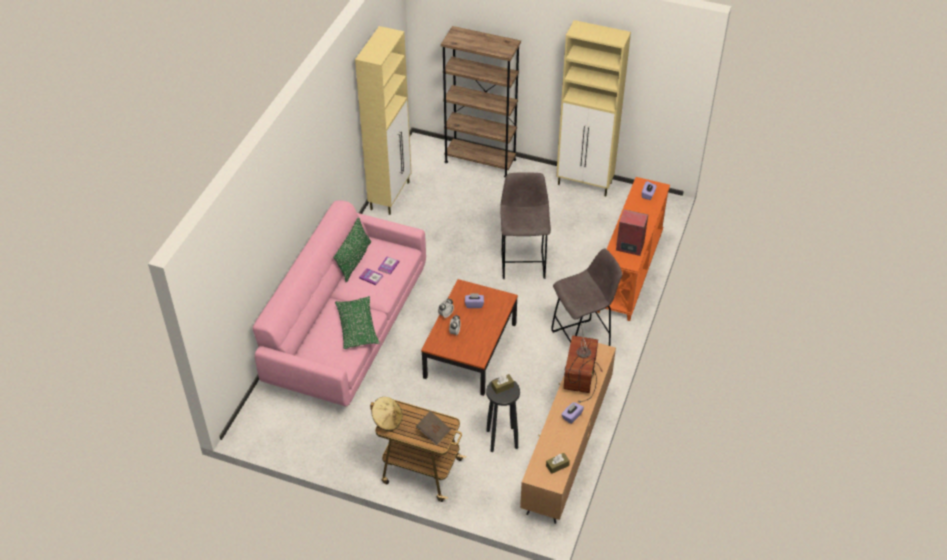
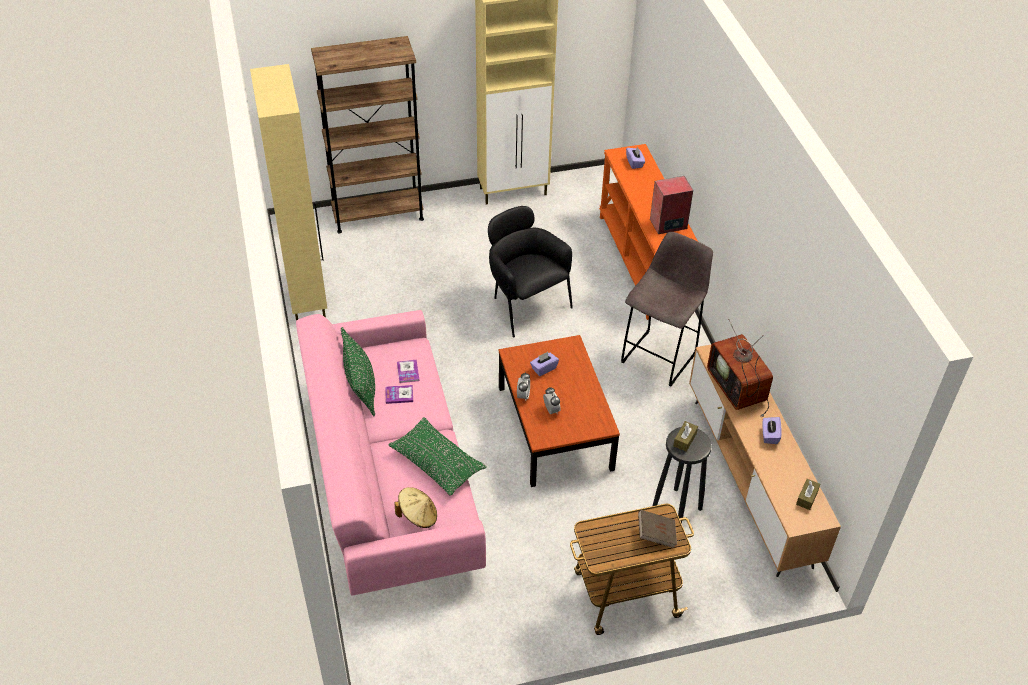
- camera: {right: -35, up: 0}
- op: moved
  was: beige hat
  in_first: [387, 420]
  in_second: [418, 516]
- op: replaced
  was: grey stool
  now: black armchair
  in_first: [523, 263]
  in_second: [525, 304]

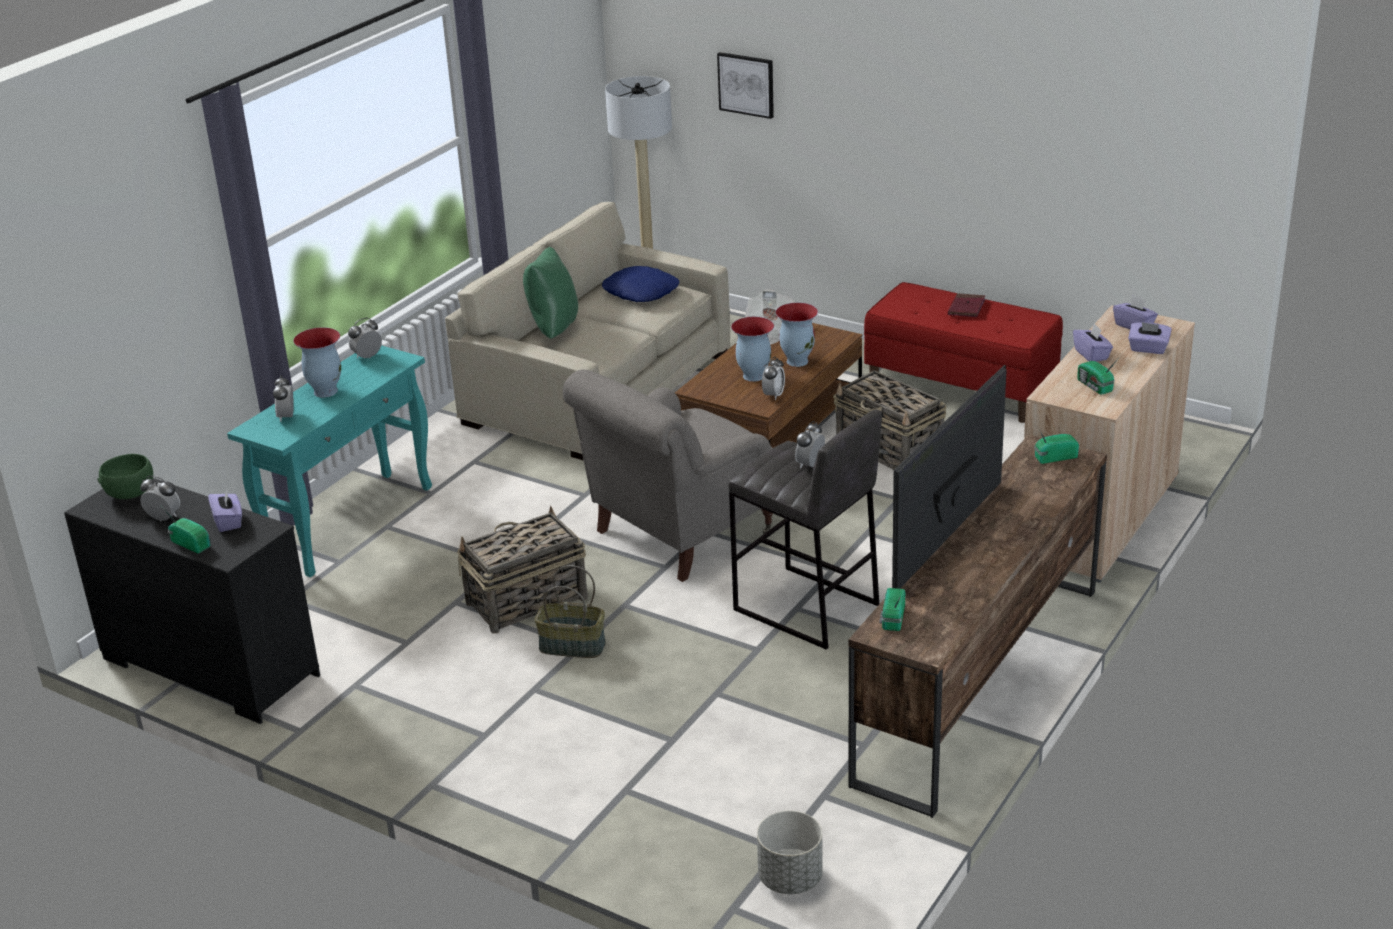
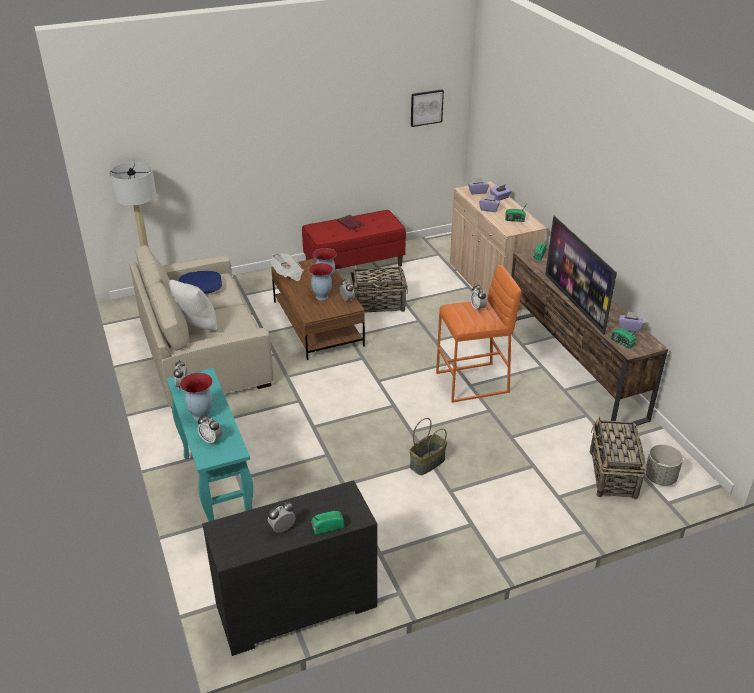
- camera: {right: -55, up: 5}
- op: removed
  was: green bowl
  in_first: [131, 493]
- op: moved
  was: purple tissue box
  in_first: [228, 521]
  in_second: [629, 328]
- op: moved
  was: basket
  in_first: [525, 601]
  in_second: [613, 475]
- op: recoloured
  was: green pillow
  now: white pillow
  in_first: [552, 329]
  in_second: [196, 327]
- op: removed
  was: grey armchair
  in_first: [681, 533]
- op: moved
  was: picture
  in_first: [746, 84]
  in_second: [426, 107]
- op: recoloured
  was: grey stool
  now: orange stool
  in_first: [806, 608]
  in_second: [473, 382]

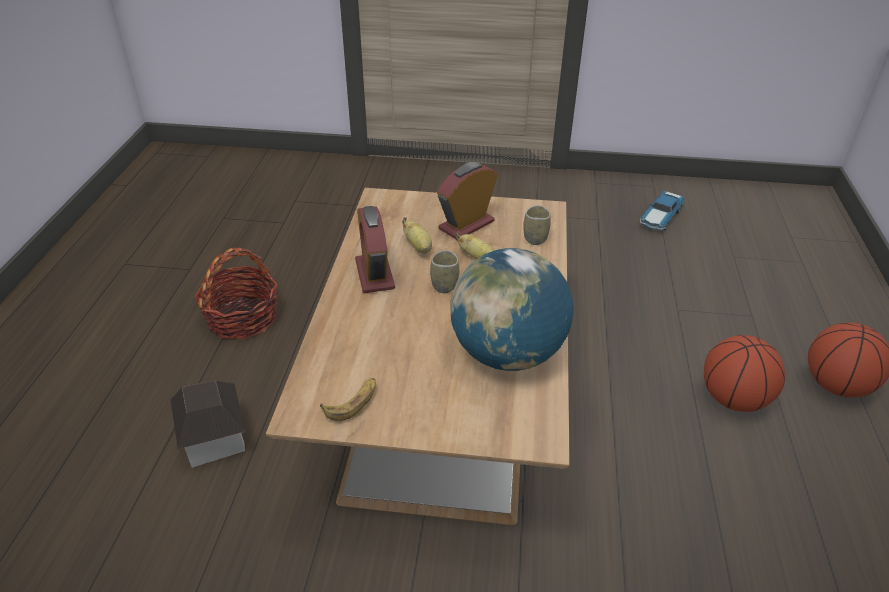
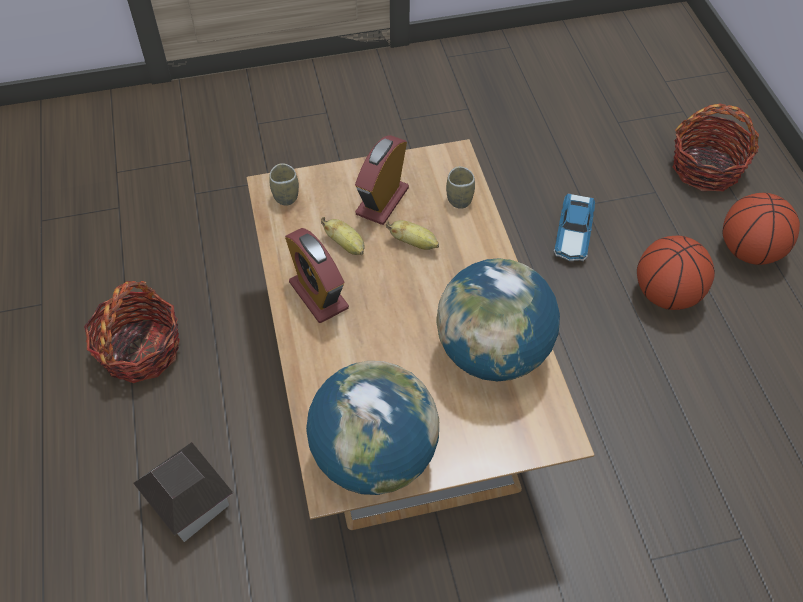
- camera: {right: -20, up: 15}
- op: replaced
  was: banana
  now: globe
  in_first: [352, 402]
  in_second: [374, 456]
- op: moved
  was: cup
  in_first: [444, 285]
  in_second: [286, 196]
- op: moved
  was: toy car
  in_first: [660, 217]
  in_second: [573, 234]
- op: added
  now: basket
  in_second: [706, 168]

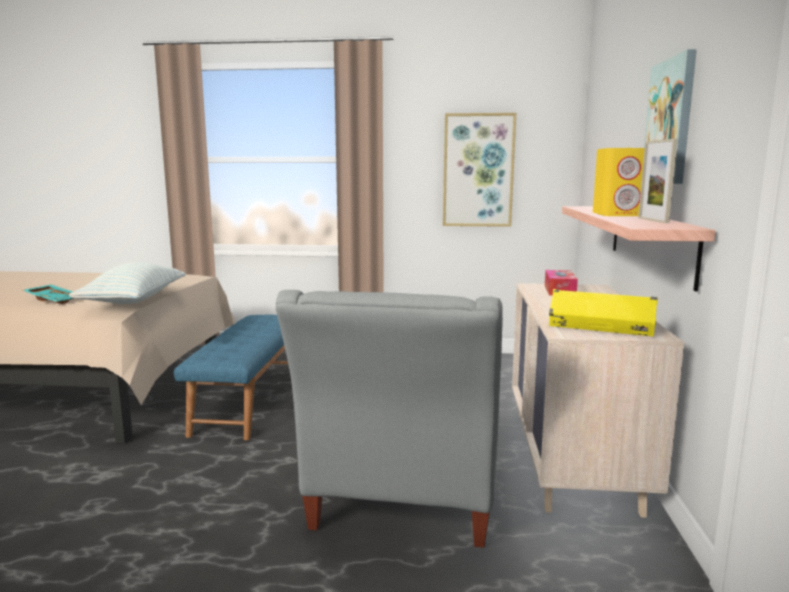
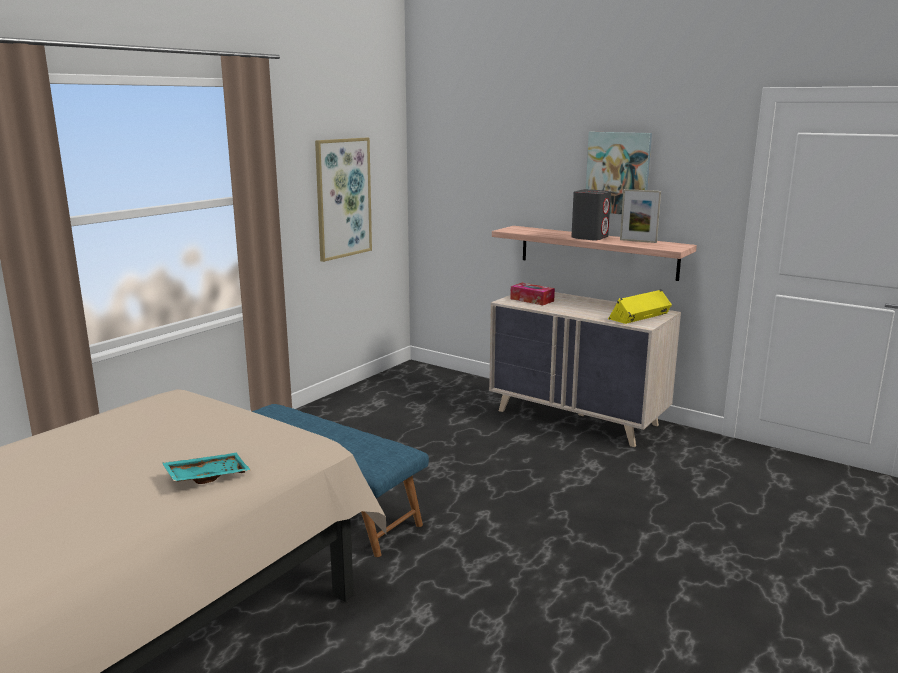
- camera: {right: -60, up: 5}
- op: removed
  was: pillow
  in_first: [134, 300]
- op: removed
  was: grey armchair
  in_first: [402, 505]
- op: recoloured
  was: yellow speaker
  now: grey speaker
  in_first: [618, 214]
  in_second: [590, 237]

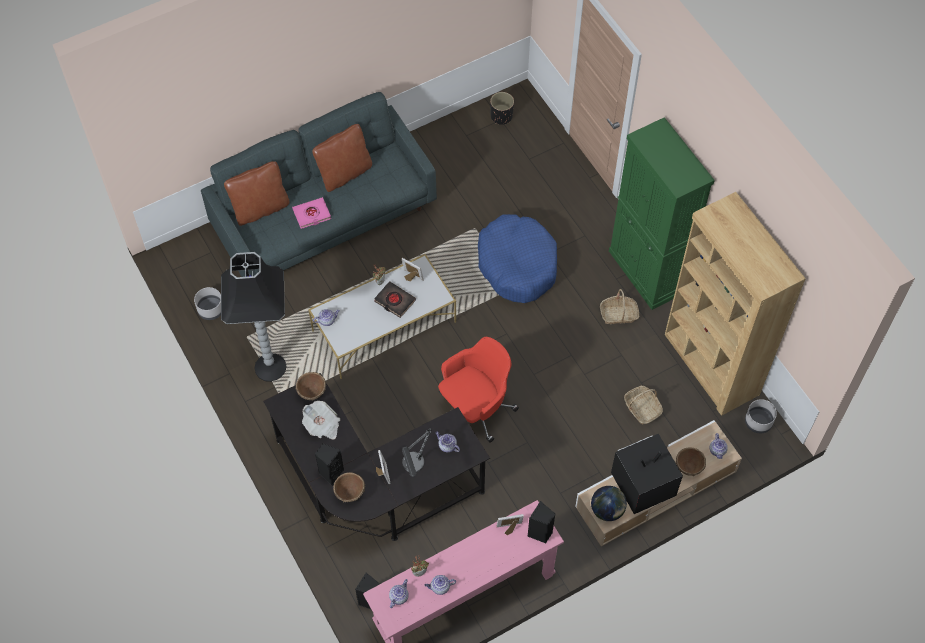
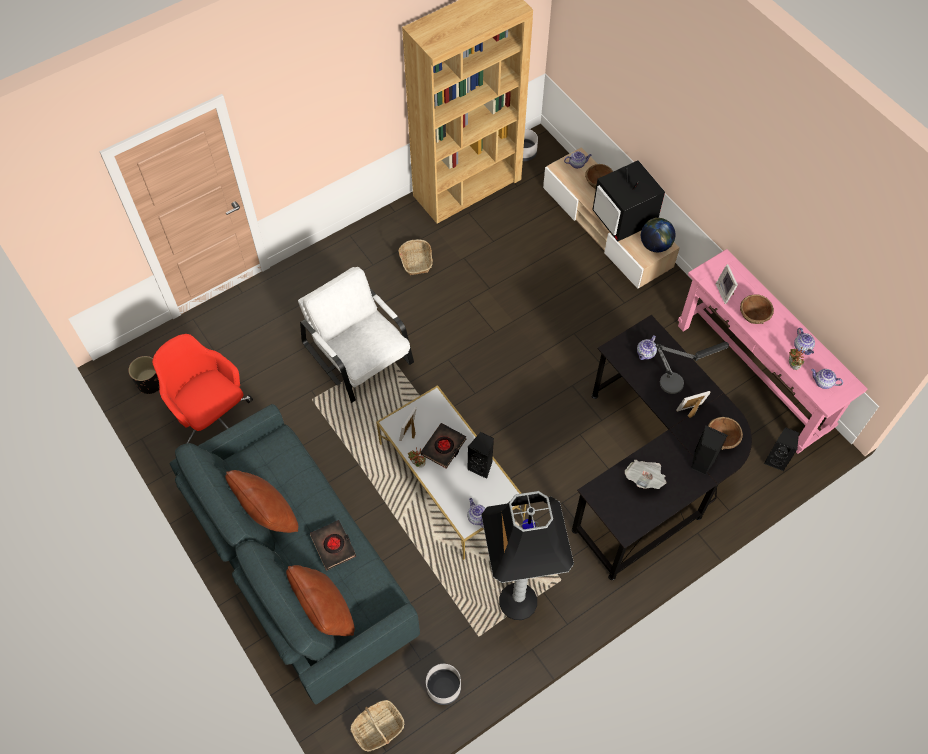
- camera: {right: -95, up: 0}
- op: recoloured
  was: pink book
  now: black book
  in_first: [312, 214]
  in_second: [333, 546]
- op: moved
  was: brown bowl
  in_first: [312, 392]
  in_second: [753, 317]
- op: moved
  was: red office chair
  in_first: [475, 409]
  in_second: [212, 416]
- op: replaced
  was: blue dog bed
  now: white armchair
  in_first: [517, 264]
  in_second: [359, 354]
- op: moved
  was: black speaker
  in_first: [540, 533]
  in_second: [481, 466]
- op: removed
  was: green cabinet
  in_first: [646, 272]
- op: moved
  was: basket
  in_first: [642, 408]
  in_second: [378, 728]

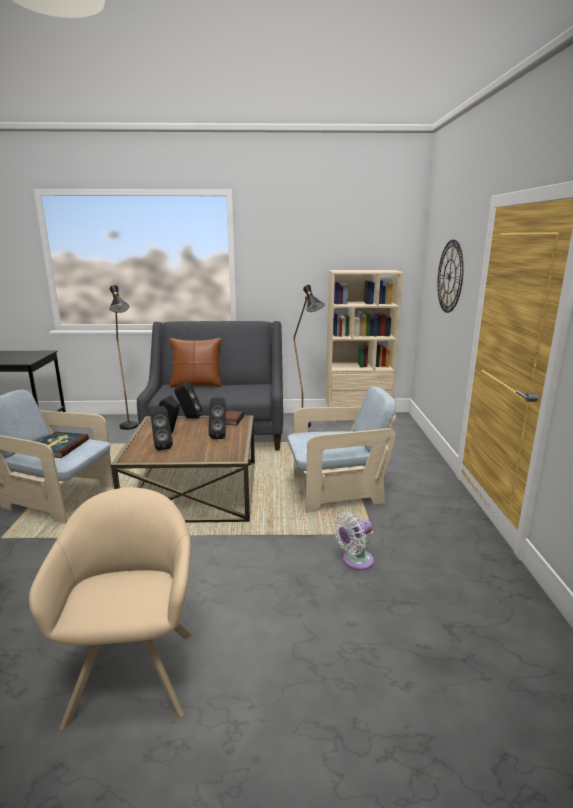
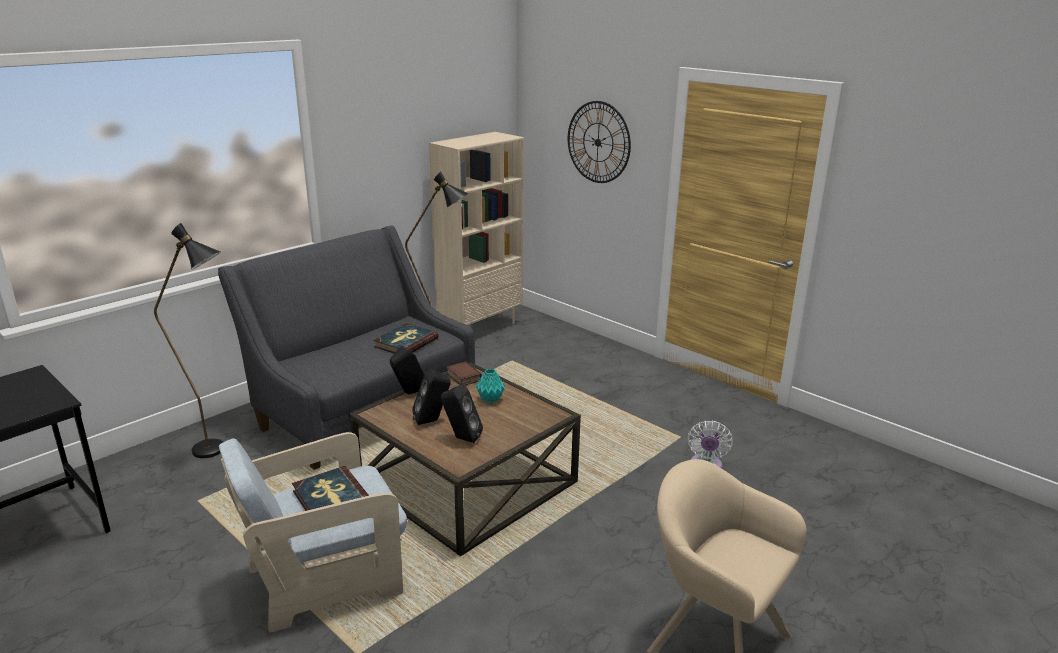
- camera: {right: -45, up: 5}
- op: removed
  was: brown pillow
  in_first: [196, 385]
- op: replaced
  was: black speaker
  now: turquoise vase
  in_first: [219, 436]
  in_second: [491, 399]
- op: removed
  was: beige armchair
  in_first: [336, 491]
- op: added
  now: book
  in_second: [406, 342]

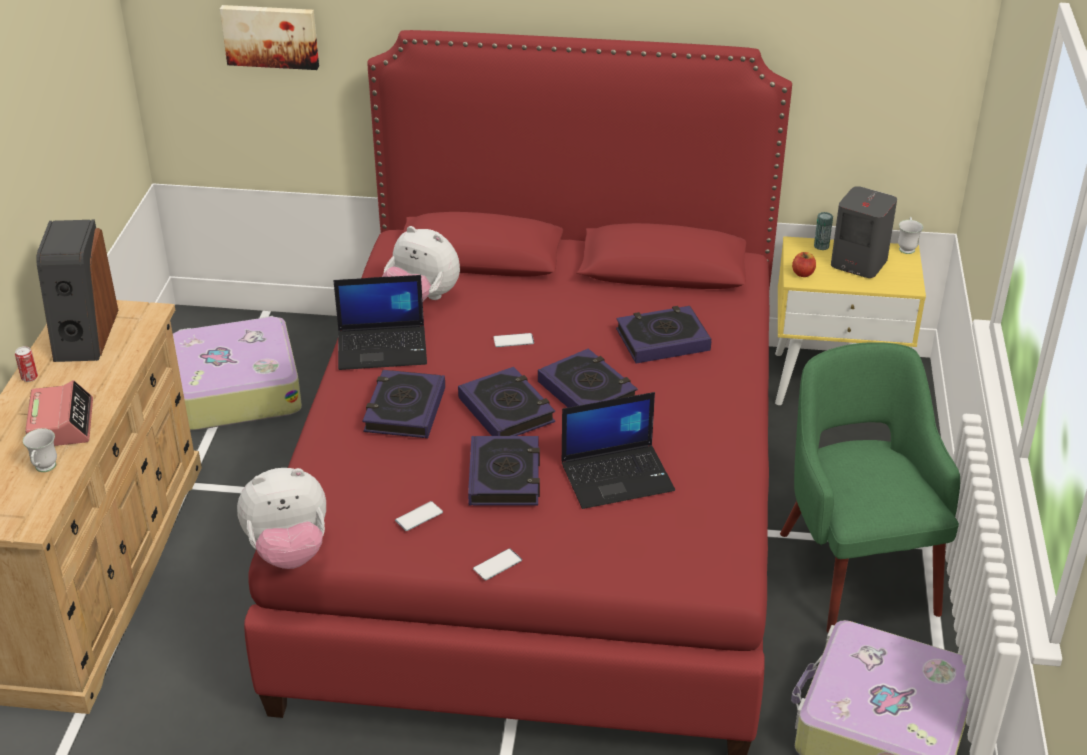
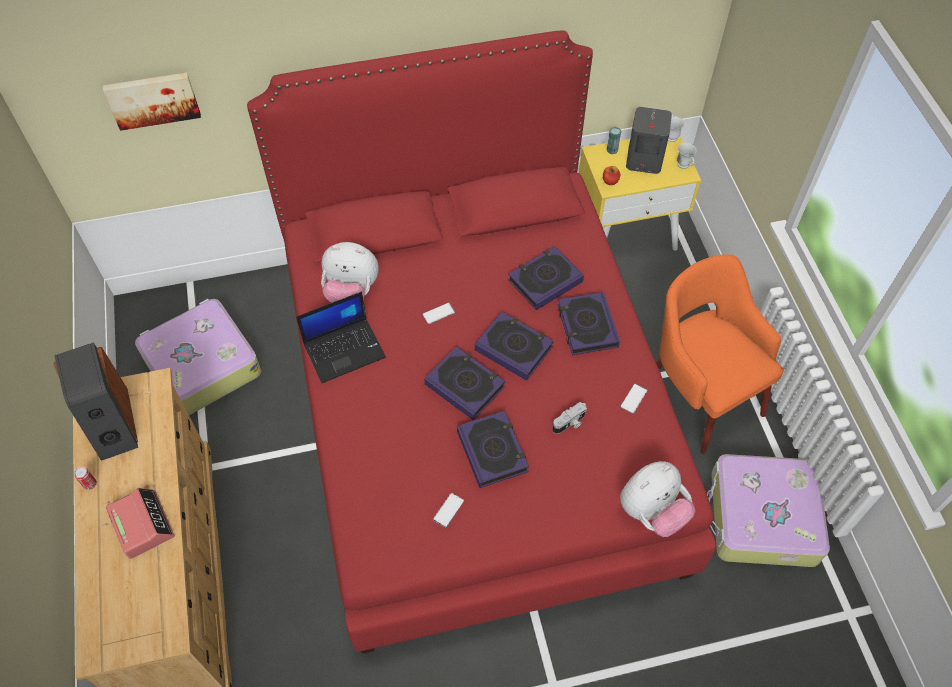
- camera: {right: -20, up: 20}
- op: moved
  was: white mug
  in_first: [44, 469]
  in_second: [684, 166]
- op: moved
  was: plush toy
  in_first: [288, 551]
  in_second: [652, 511]
- op: moved
  was: book
  in_first: [404, 410]
  in_second: [587, 326]
- op: moved
  was: phone
  in_first: [497, 565]
  in_second: [633, 398]
- op: replaced
  was: laptop
  now: photo camera
  in_first: [618, 476]
  in_second: [569, 423]
- op: recoloured
  was: green armchair
  now: orange armchair
  in_first: [856, 568]
  in_second: [699, 393]

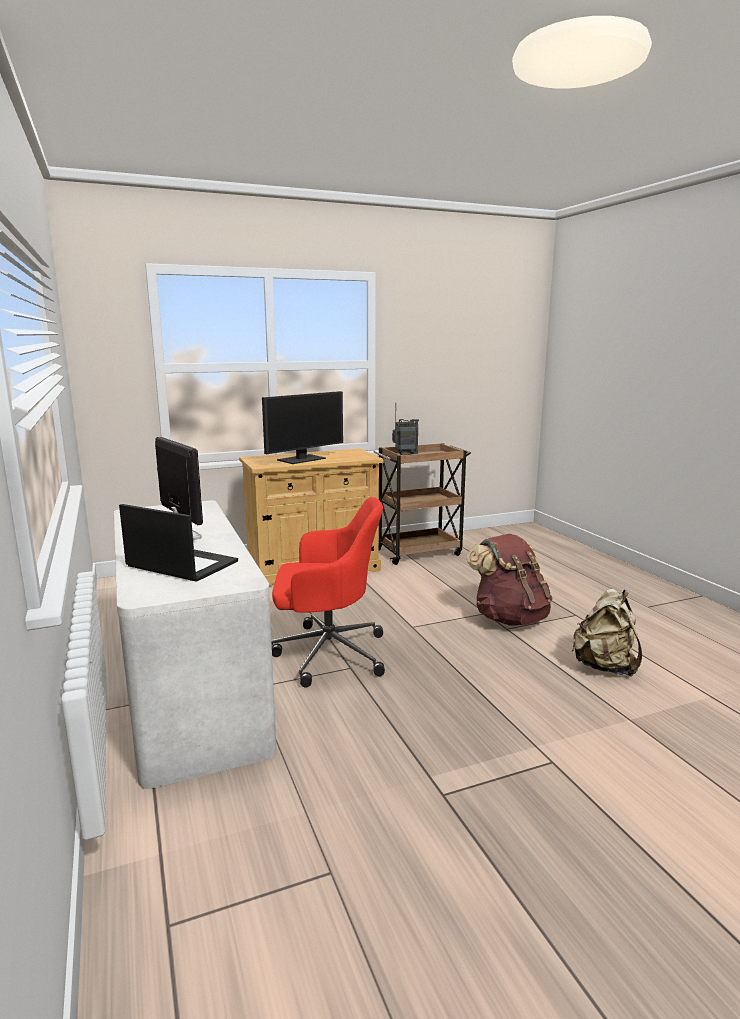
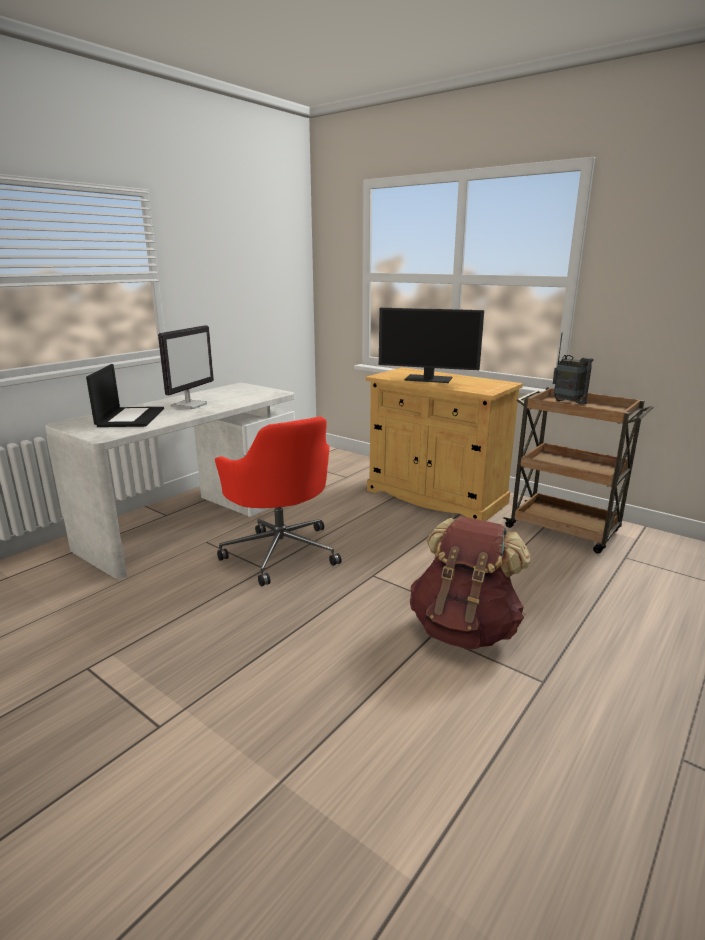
- camera: {right: 60, up: 5}
- op: removed
  was: beige backpack
  in_first: [605, 666]

